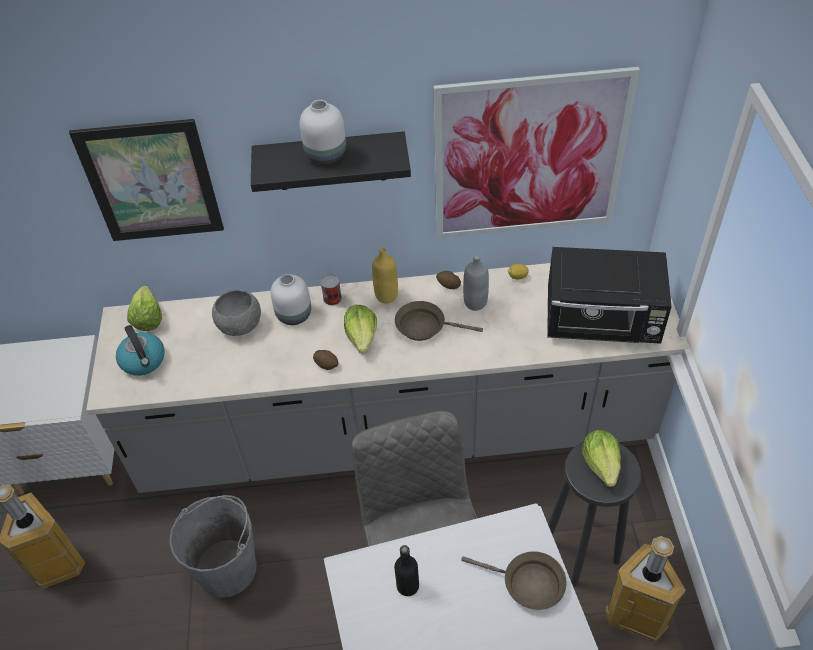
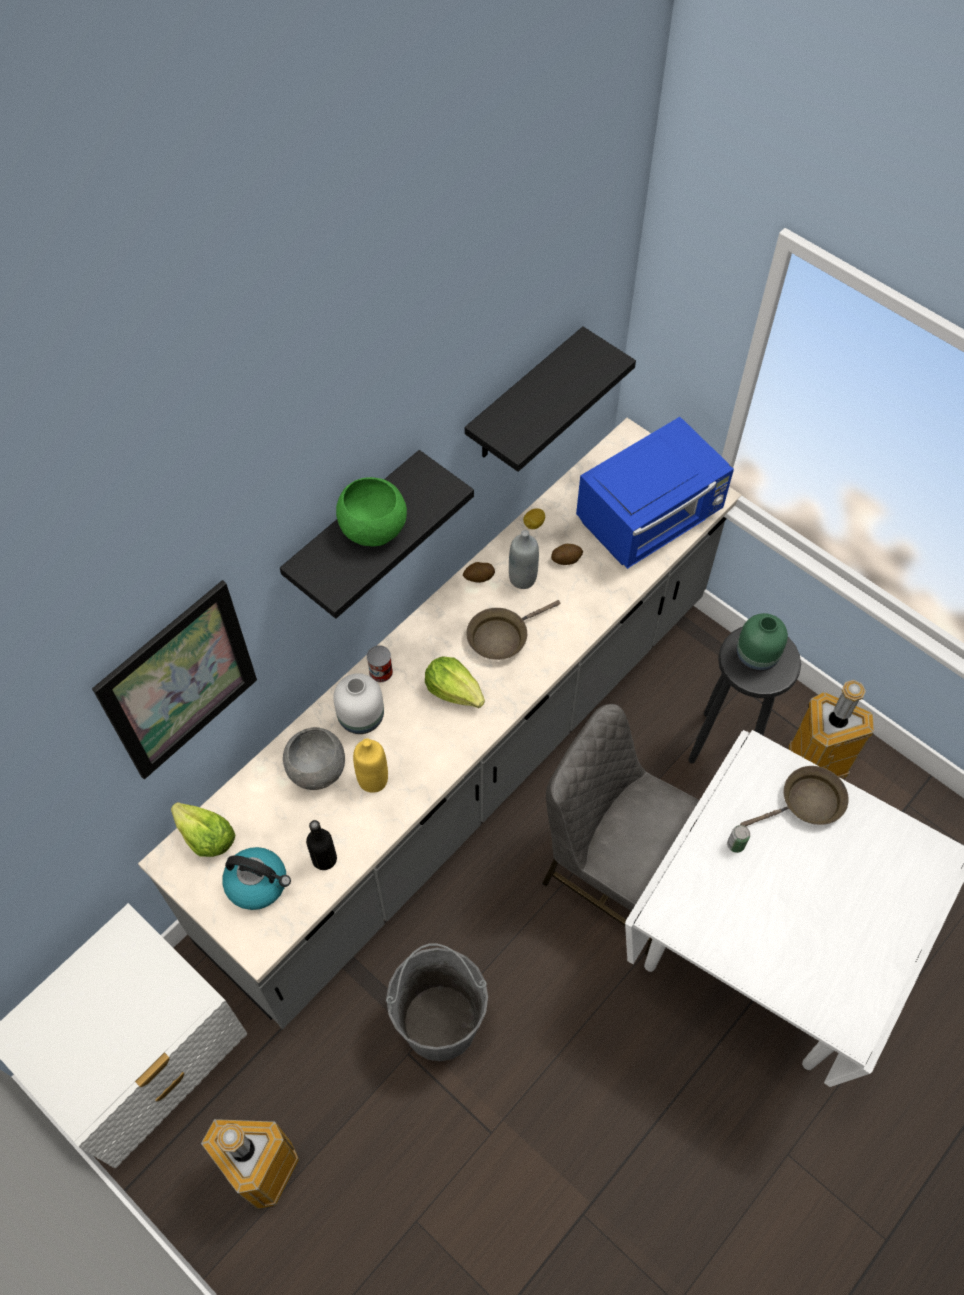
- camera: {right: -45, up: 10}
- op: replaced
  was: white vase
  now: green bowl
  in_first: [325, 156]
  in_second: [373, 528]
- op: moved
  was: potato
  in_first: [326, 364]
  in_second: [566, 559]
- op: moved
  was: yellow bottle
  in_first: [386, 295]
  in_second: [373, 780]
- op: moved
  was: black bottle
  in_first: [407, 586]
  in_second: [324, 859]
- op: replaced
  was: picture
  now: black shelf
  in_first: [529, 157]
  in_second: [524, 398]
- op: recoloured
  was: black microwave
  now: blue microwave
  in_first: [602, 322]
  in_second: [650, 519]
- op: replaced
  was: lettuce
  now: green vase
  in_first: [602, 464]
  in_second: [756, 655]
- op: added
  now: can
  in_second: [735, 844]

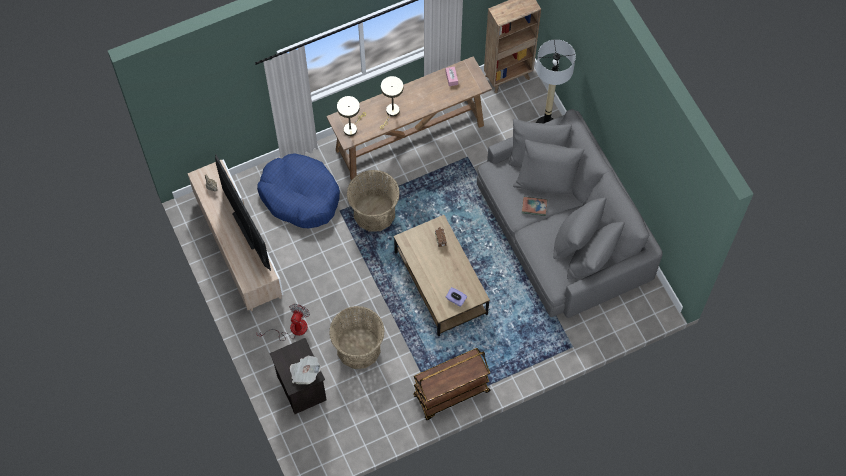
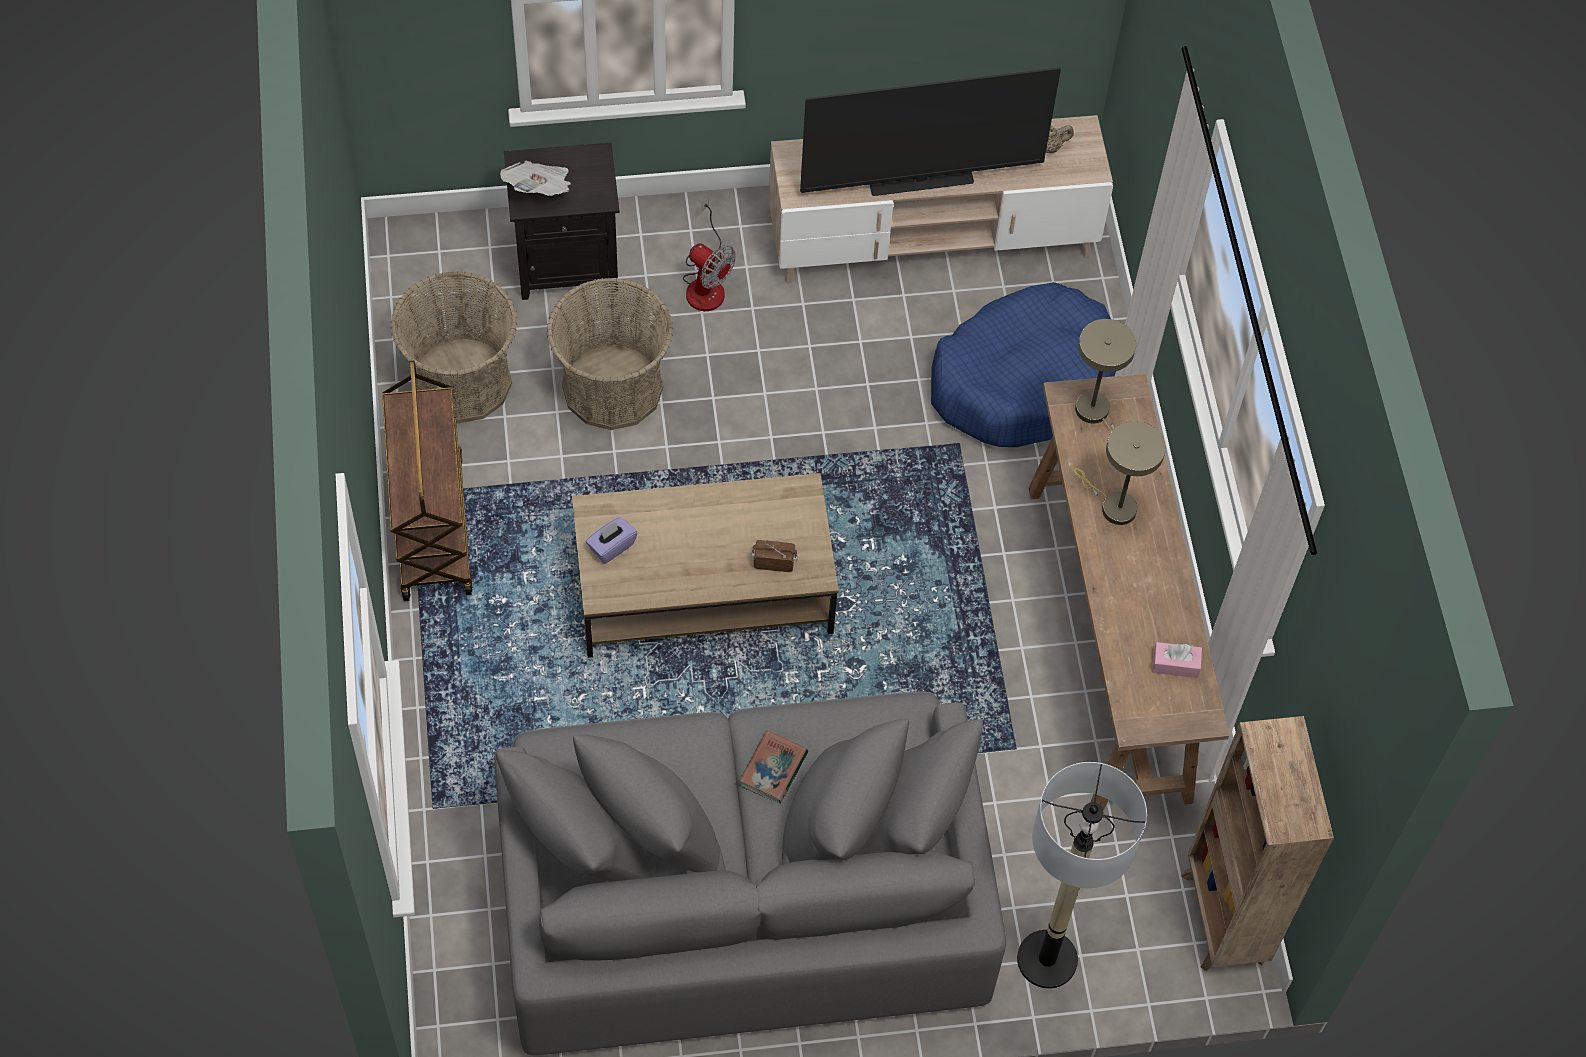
- camera: {right: 105, up: -5}
- op: moved
  was: basket
  in_first: [374, 213]
  in_second: [461, 380]

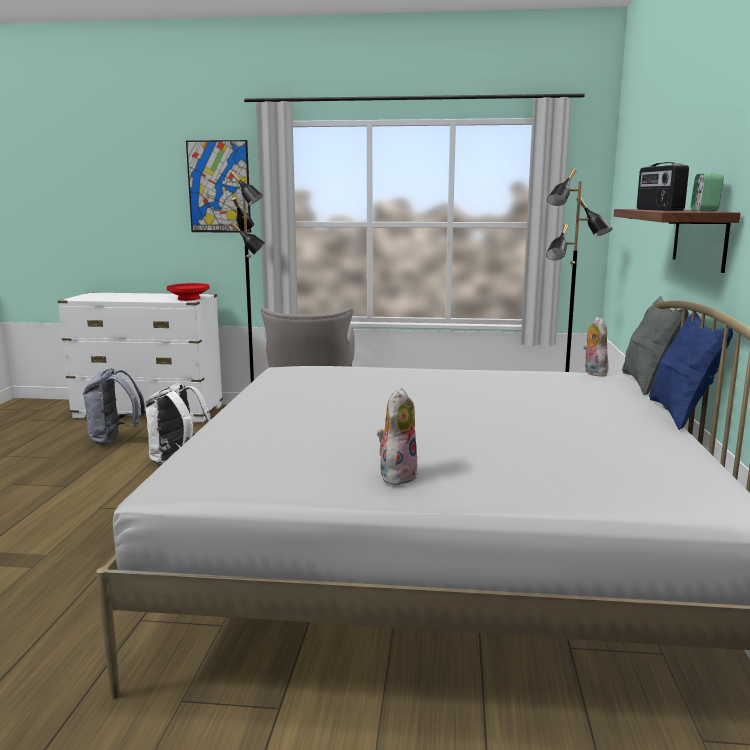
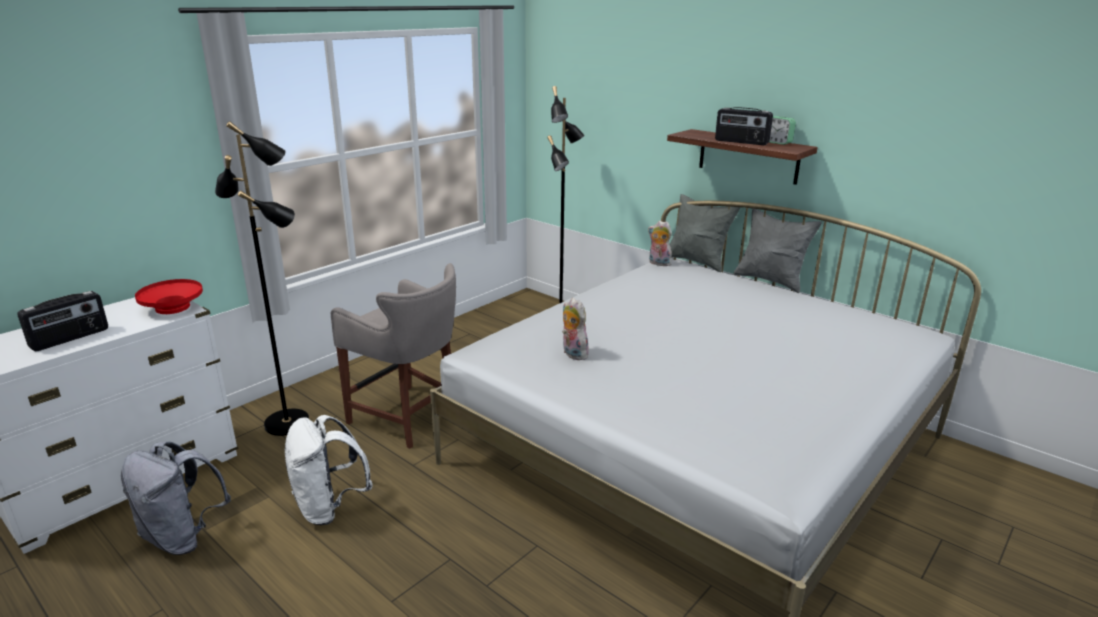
- camera: {right: -55, up: 10}
- op: removed
  was: picture
  in_first: [219, 187]
- op: moved
  was: plush toy
  in_first: [397, 475]
  in_second: [572, 354]
- op: recoloured
  was: blue pillow
  now: grey pillow
  in_first: [681, 415]
  in_second: [770, 281]
- op: added
  now: radio
  in_second: [70, 338]

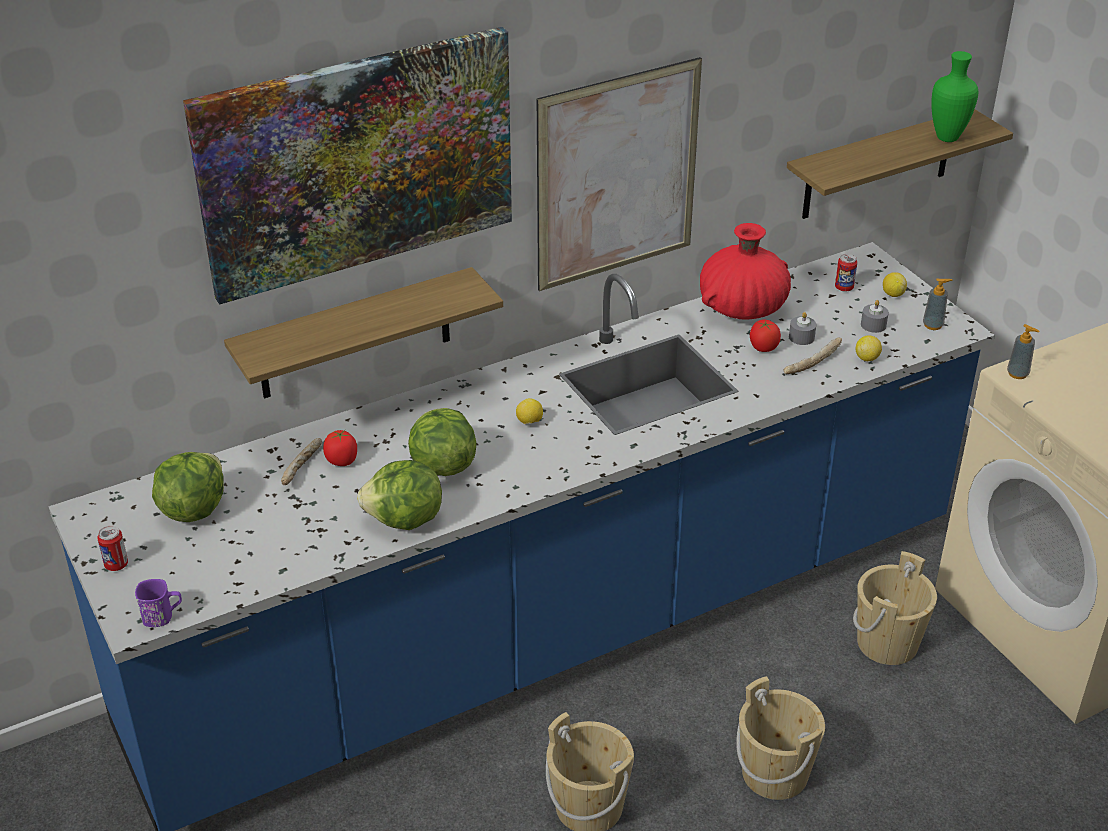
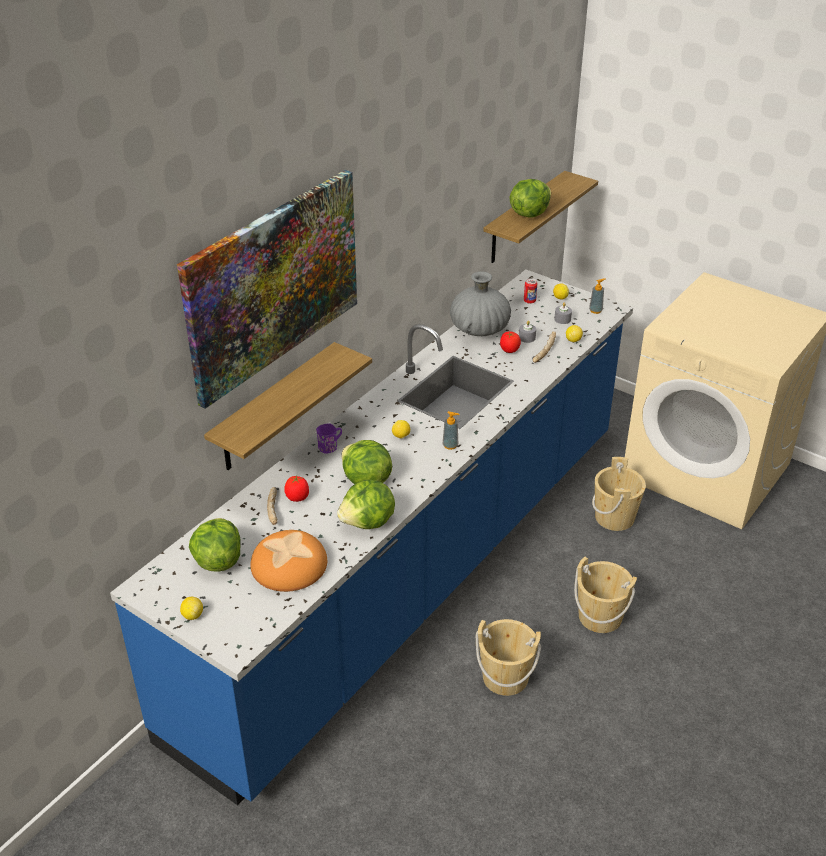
- camera: {right: -25, up: 0}
- op: replaced
  was: can
  now: lemon
  in_first: [116, 565]
  in_second: [192, 615]
- op: moved
  was: purple mug
  in_first: [163, 616]
  in_second: [330, 446]
- op: removed
  was: picture
  in_first: [617, 175]
- op: recoloured
  was: red vase
  now: grey vase
  in_first: [742, 308]
  in_second: [479, 329]
- op: removed
  was: green vase
  in_first: [949, 138]
- op: moved
  was: soap dispenser
  in_first: [1017, 374]
  in_second: [450, 445]
- op: added
  now: bread
  in_second: [289, 565]
- op: added
  now: lettuce
  in_second: [529, 213]

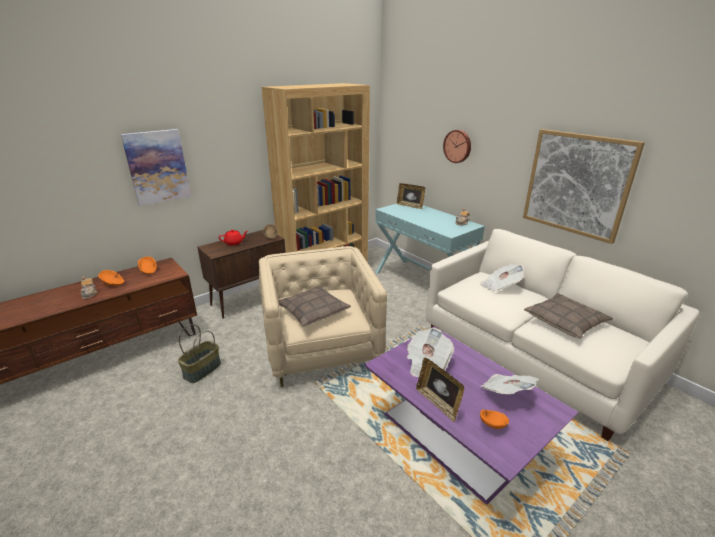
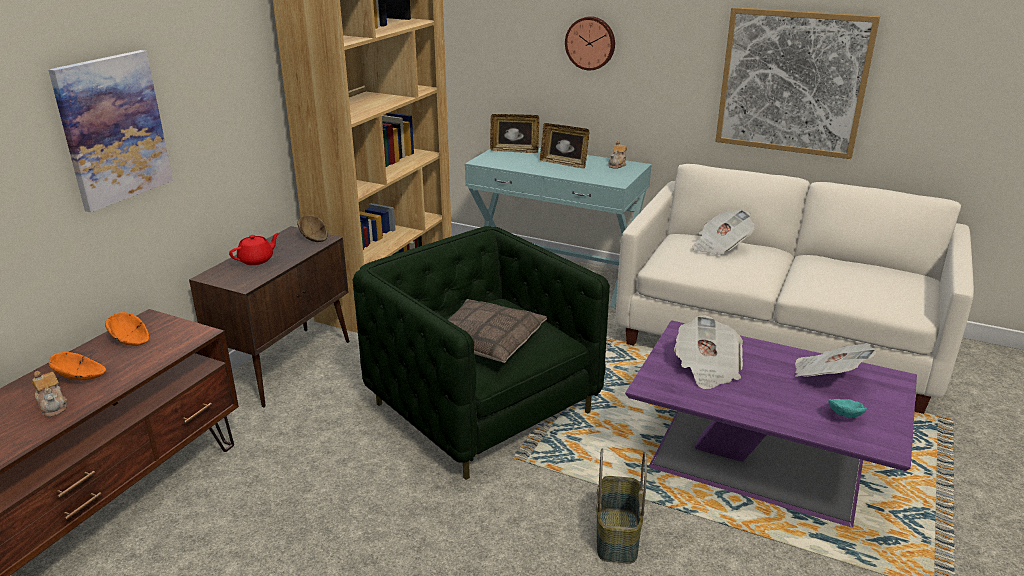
- camera: {right: -25, up: 0}
- op: moved
  was: basket
  in_first: [202, 370]
  in_second: [618, 536]
- op: recoloured
  was: beige armchair
  now: green armchair
  in_first: [321, 349]
  in_second: [482, 408]
- op: moved
  was: picture frame
  in_first: [438, 403]
  in_second: [564, 163]
- op: recoloured
  was: orange bowl
  now: turquoise bowl
  in_first: [494, 425]
  in_second: [845, 415]
- op: removed
  was: pillow
  in_first: [565, 321]

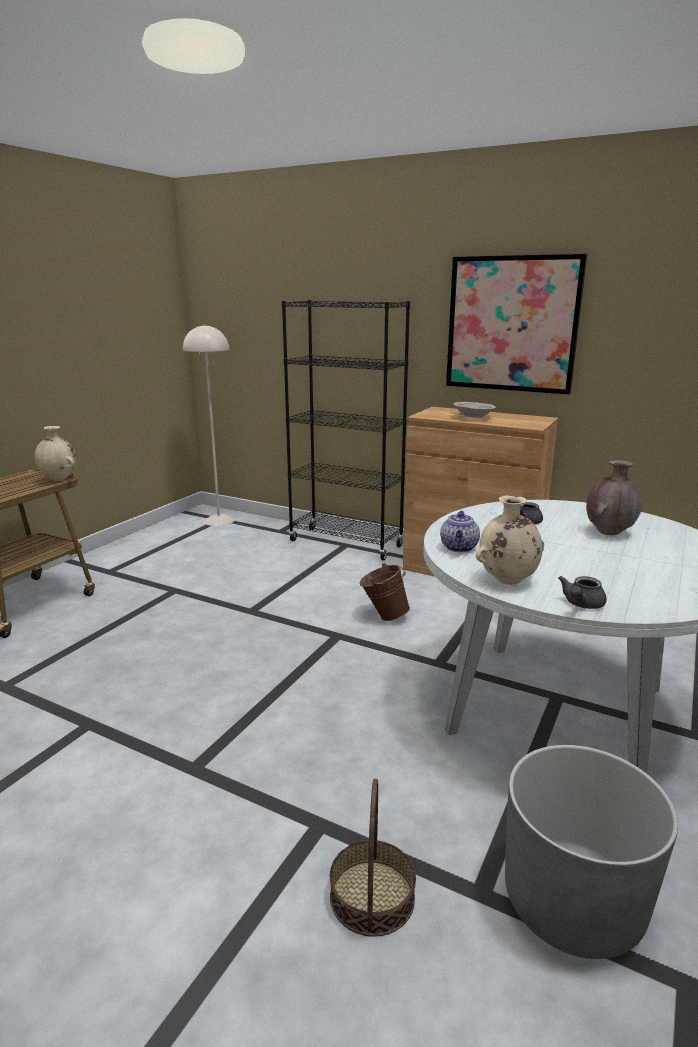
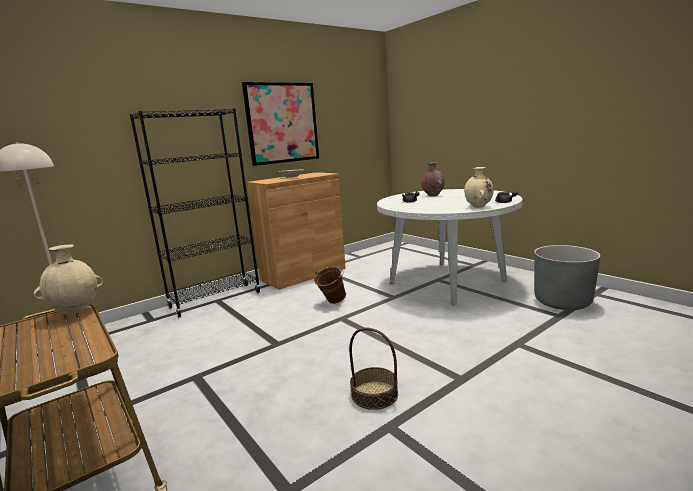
- camera: {right: -65, up: -5}
- op: moved
  was: basket
  in_first: [371, 896]
  in_second: [374, 394]
- op: removed
  was: teapot
  in_first: [459, 548]

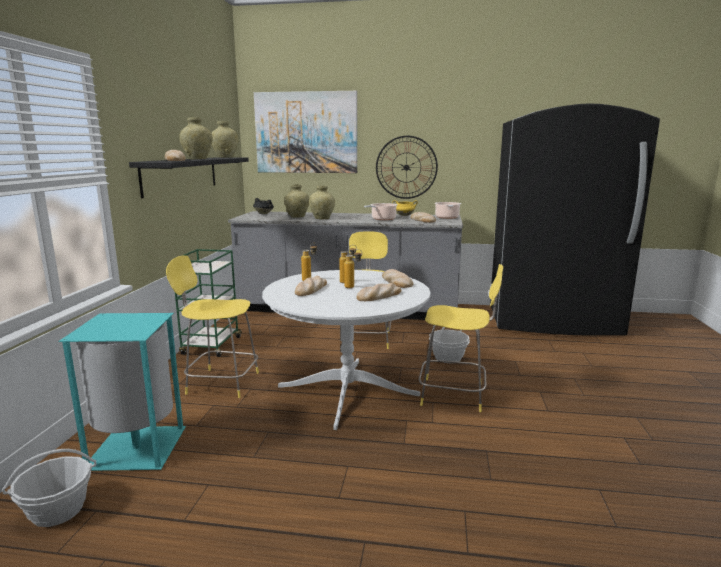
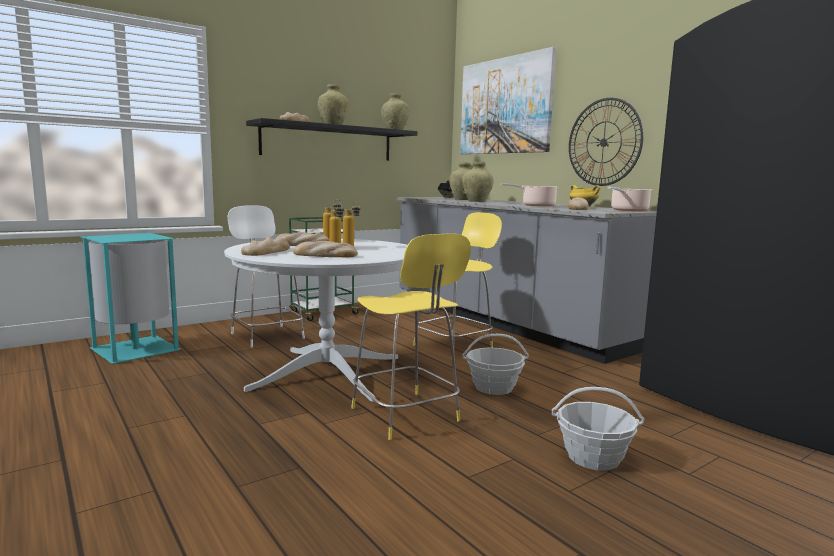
- camera: {right: 45, up: -5}
- op: moved
  was: basket
  in_first: [57, 510]
  in_second: [593, 457]
- op: recoloured
  was: yellow stool
  now: white stool
  in_first: [220, 383]
  in_second: [266, 335]
- op: moved
  was: bread
  in_first: [396, 282]
  in_second: [266, 251]

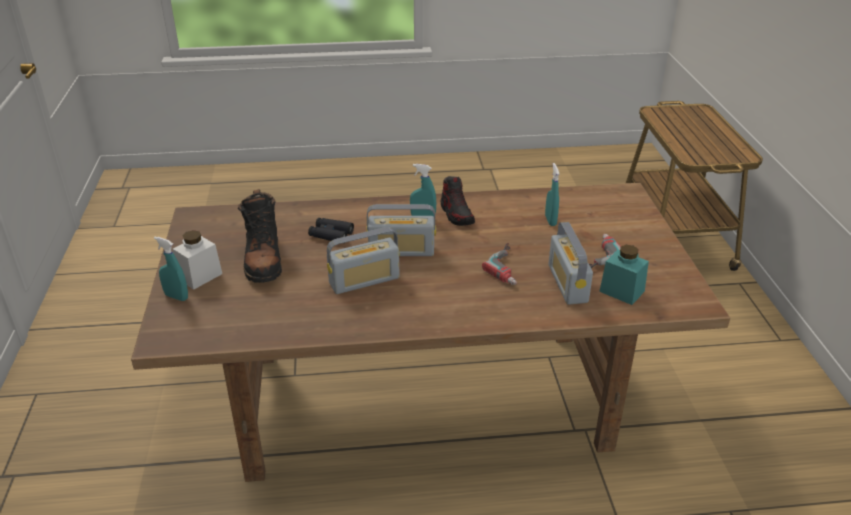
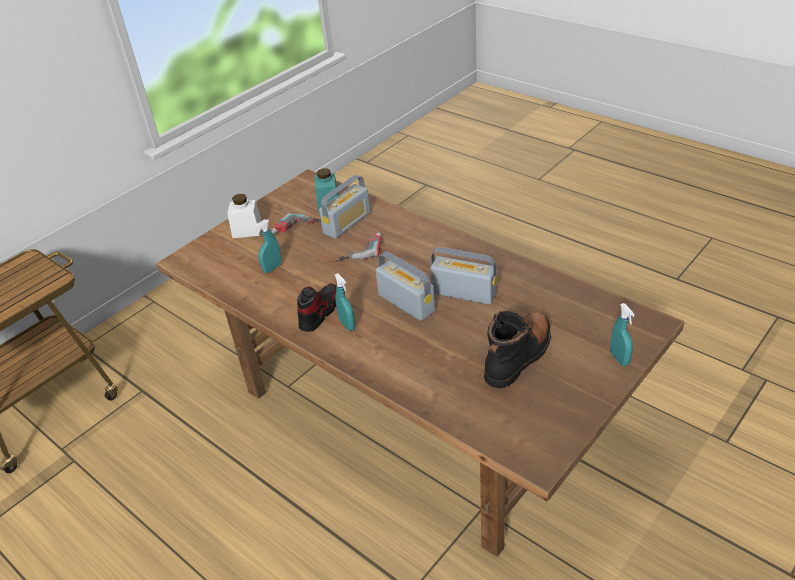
- camera: {right: -130, up: 5}
- op: moved
  was: white jar
  in_first: [199, 276]
  in_second: [247, 230]
- op: removed
  was: black binoculars
  in_first: [331, 234]

